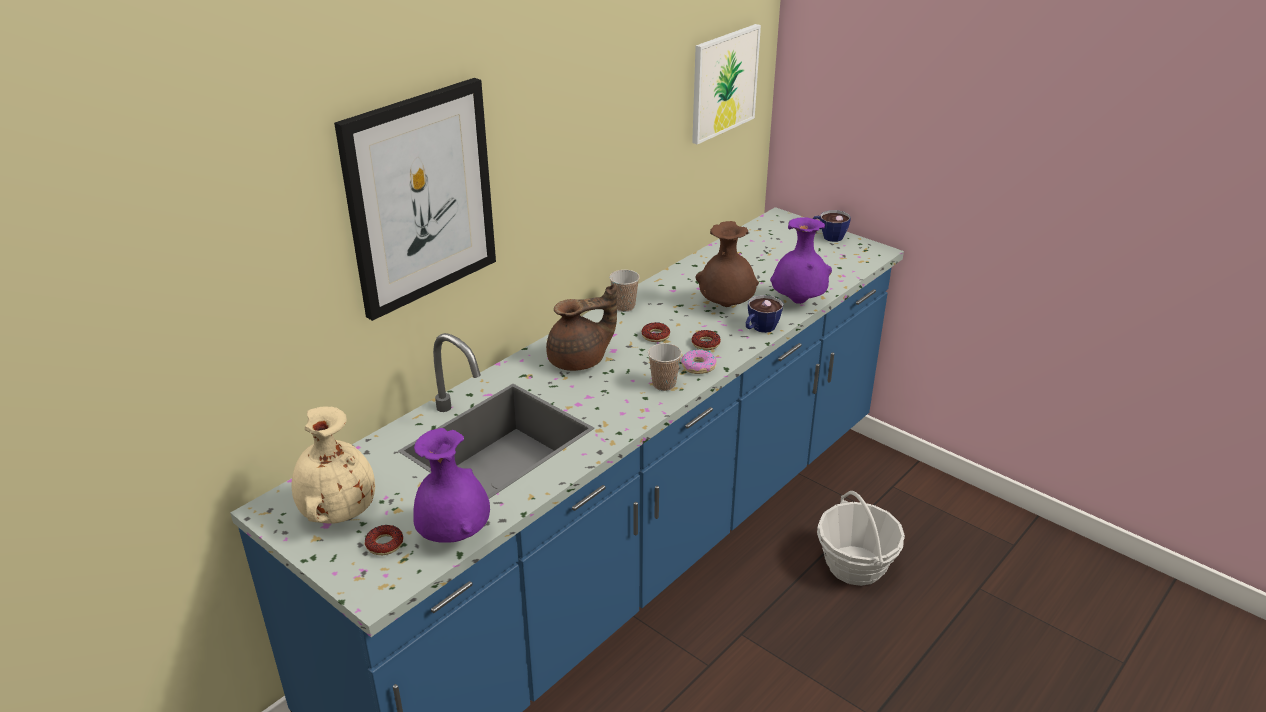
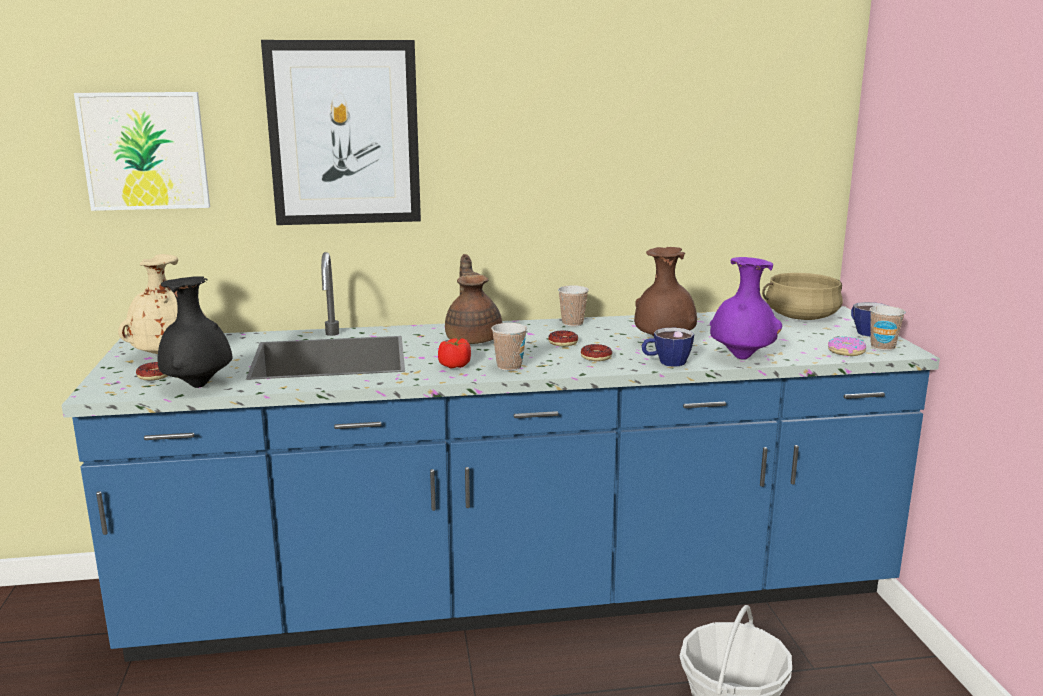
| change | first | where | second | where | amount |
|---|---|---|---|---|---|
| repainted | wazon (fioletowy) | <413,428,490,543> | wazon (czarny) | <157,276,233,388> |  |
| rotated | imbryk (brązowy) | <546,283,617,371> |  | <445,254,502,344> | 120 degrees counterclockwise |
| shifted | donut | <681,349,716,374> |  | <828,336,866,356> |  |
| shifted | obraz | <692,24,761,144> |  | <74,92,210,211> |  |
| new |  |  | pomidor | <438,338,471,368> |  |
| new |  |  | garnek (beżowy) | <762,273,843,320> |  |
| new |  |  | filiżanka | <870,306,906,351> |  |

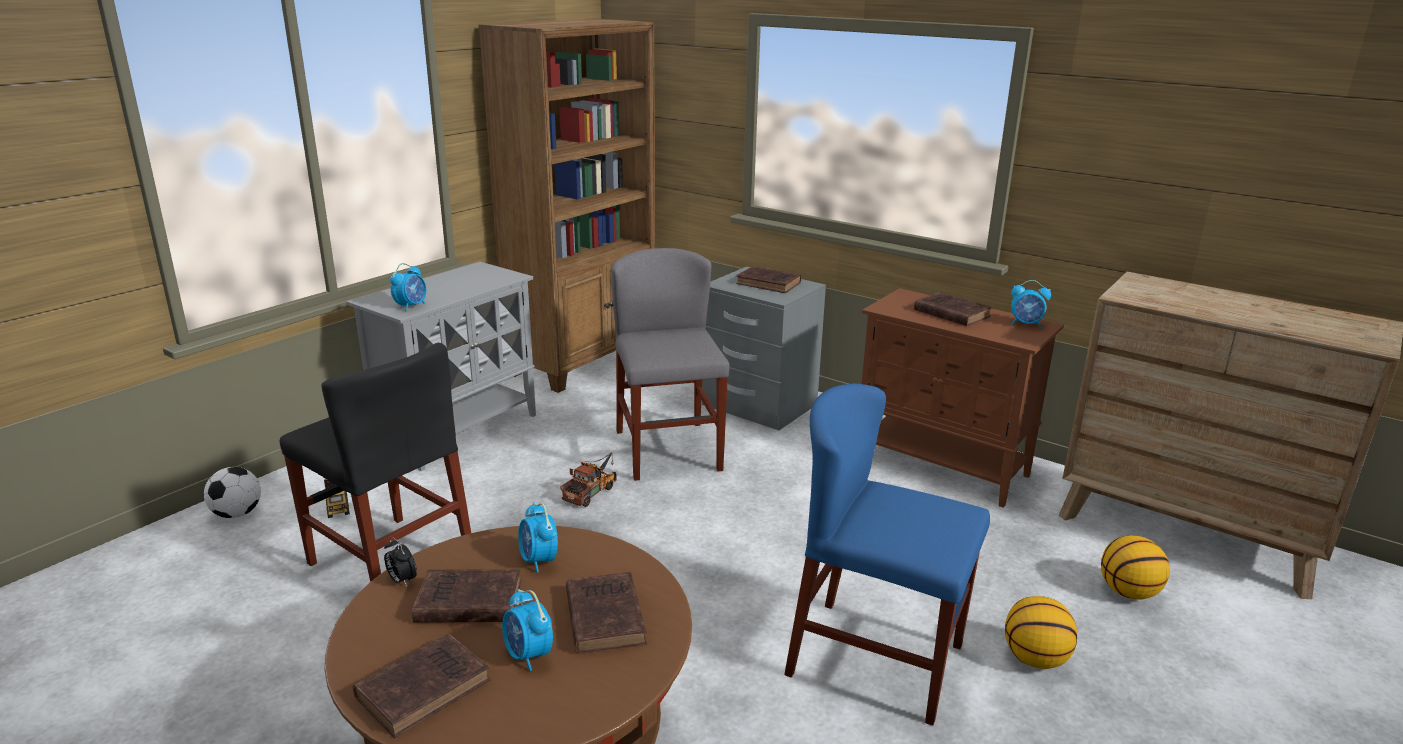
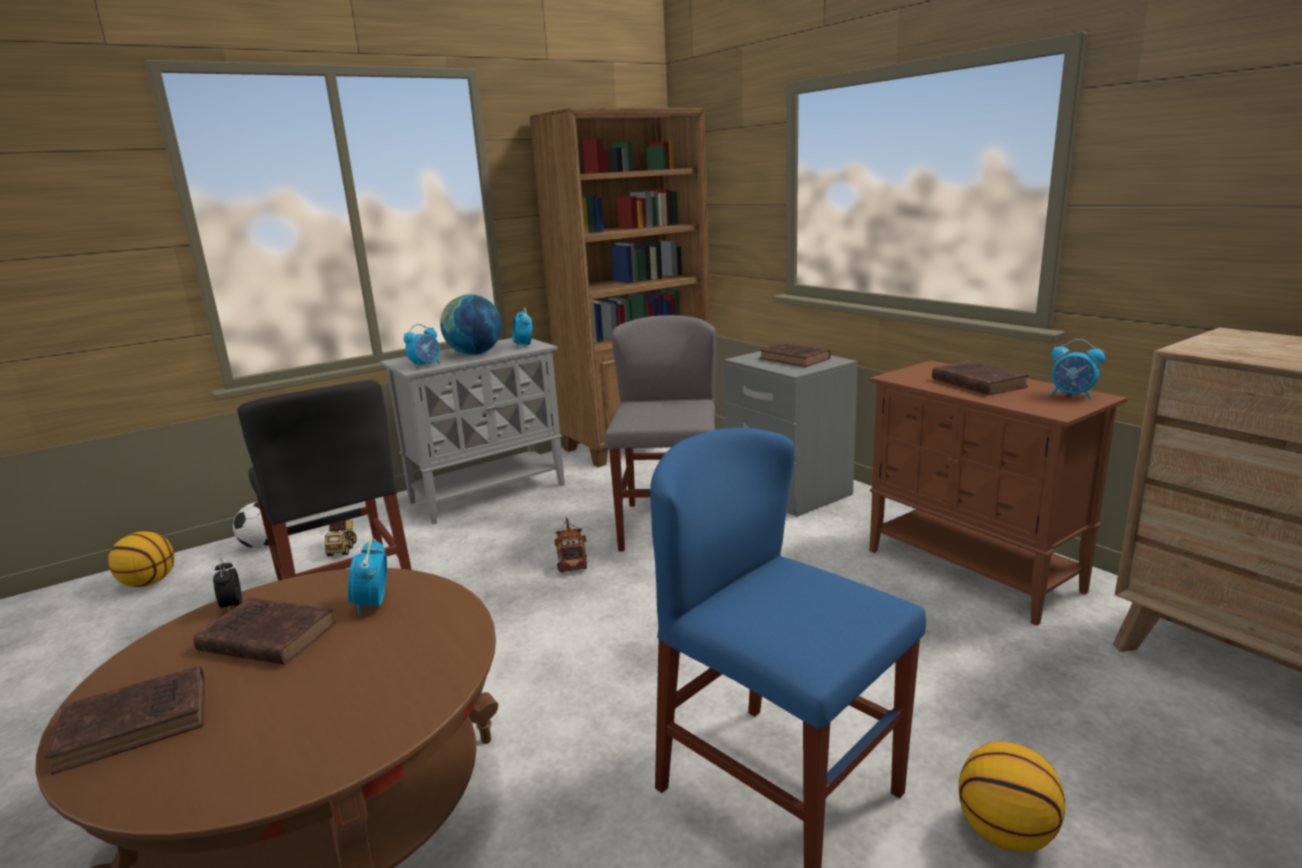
| change | first | where | second | where | amount |
|---|---|---|---|---|---|
| shifted | budzik | <502,589,553,671> |  | <512,307,532,349> |  |
| rotated | ciężarówka zabawkowa | <560,452,617,507> |  | <554,516,587,573> | 60 degrees counterclockwise |
| gone | książka (brązowy) | <566,572,647,654> |  |  |  |
| shifted | piłka do koszykówki | <1101,535,1170,600> |  | <108,531,175,587> |  |
| new |  |  | globus | <440,294,502,355> |  |

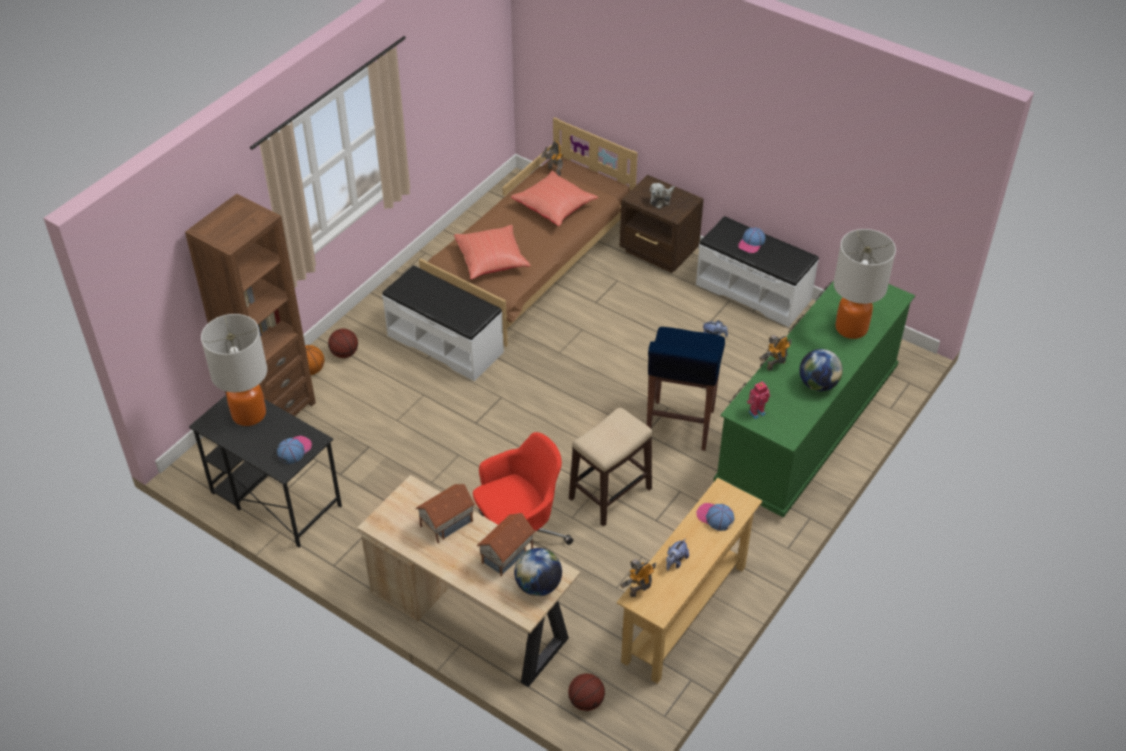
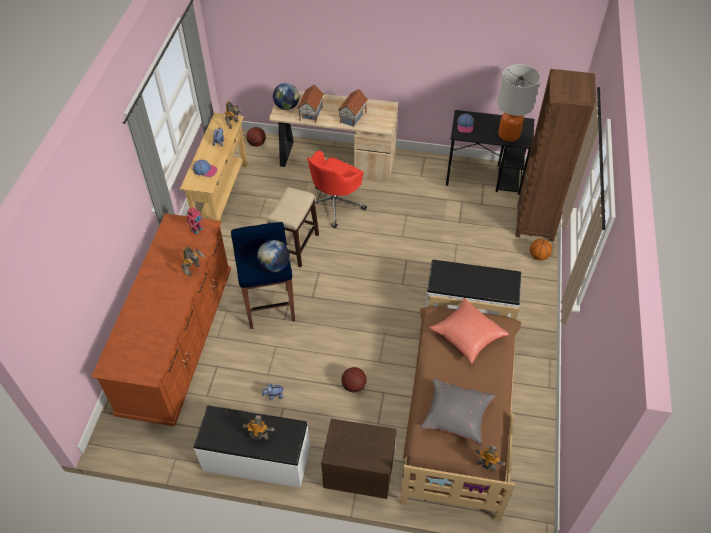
| change | first | where | second | where | amount |
|---|---|---|---|---|---|
| shifted | piłka do koszykówki | <328,329,358,358> |  | <342,367,367,393> |  |
| repainted | poduszka (czerwony) | <511,171,598,226> | poduszka (szary) | <420,378,495,445> |  |
| gone | pluszak | <650,183,675,209> |  |  |  |
| repainted | komoda (zielony) | <714,281,915,518> | komoda (brązowy) | <91,213,231,426> |  |
| swapped | czapka z daszkiem | <738,227,766,253> | robot zabawkowy | <243,415,274,440> |  |
| shifted | globus | <799,349,843,391> |  | <257,240,290,272> |  |
| gone | lampa stołowa | <834,229,896,339> |  |  |  |

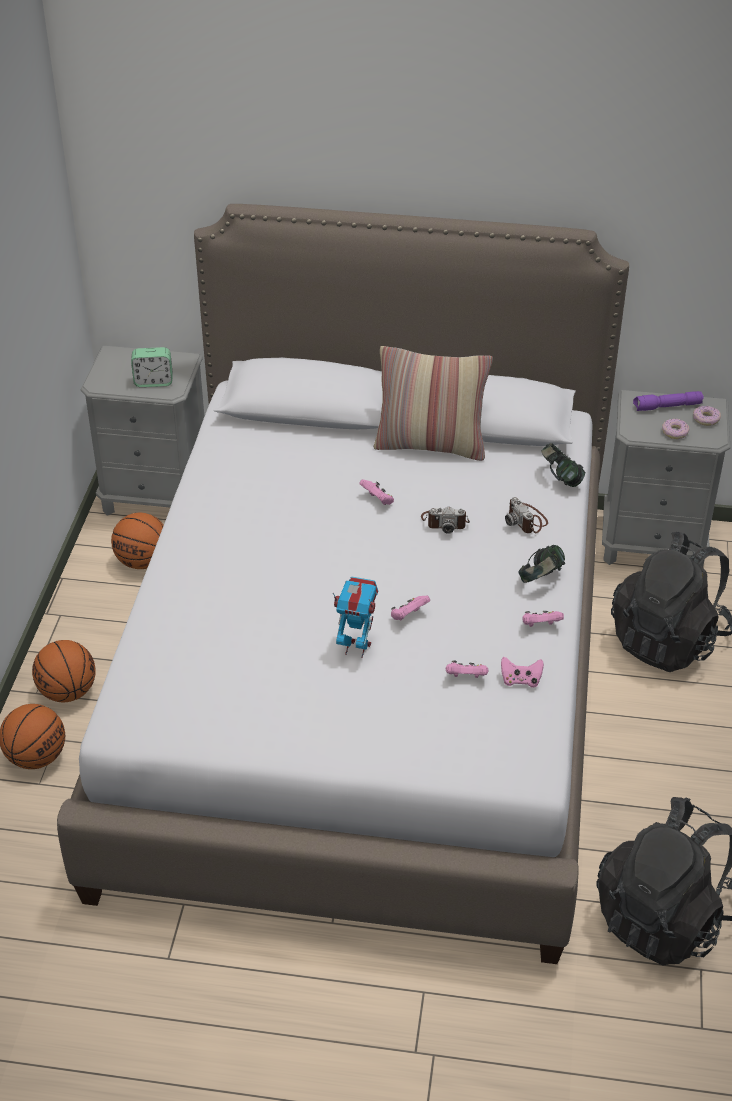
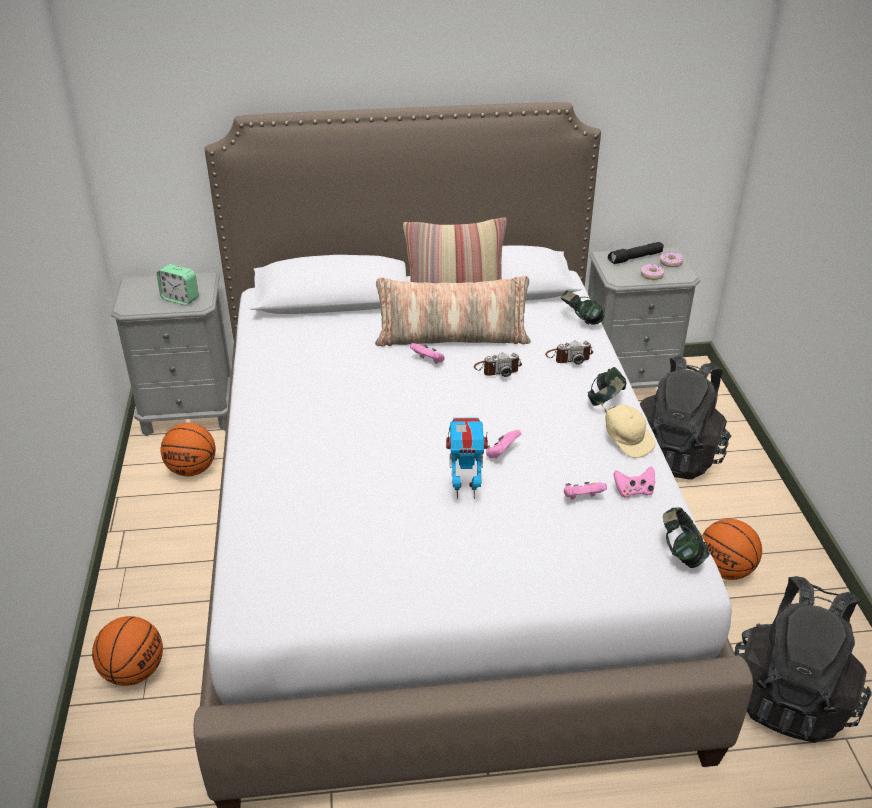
| change | first | where | second | where | amount |
|---|---|---|---|---|---|
| shifted | piłka do koszykówki | <32,640,96,702> |  | <702,519,762,580> |  |
| rotated | budzik | <131,347,172,387> |  | <157,264,199,305> | 45 degrees clockwise |
| rotated | aparat fotograficzny | <505,497,548,533> |  | <545,341,593,365> | 60 degrees counterclockwise |
| swapped | pad do gier (różowy) | <522,611,564,627> | czapka z daszkiem (beżowy) | <600,402,655,458> |  |
| repainted | latarka (fioletowy) | <633,391,704,411> | latarka (czarny) | <608,242,664,264> |  |
| new |  |  | poduszka | <375,276,531,346> |  |
| new |  |  | słuchawki | <663,507,710,568> |  |

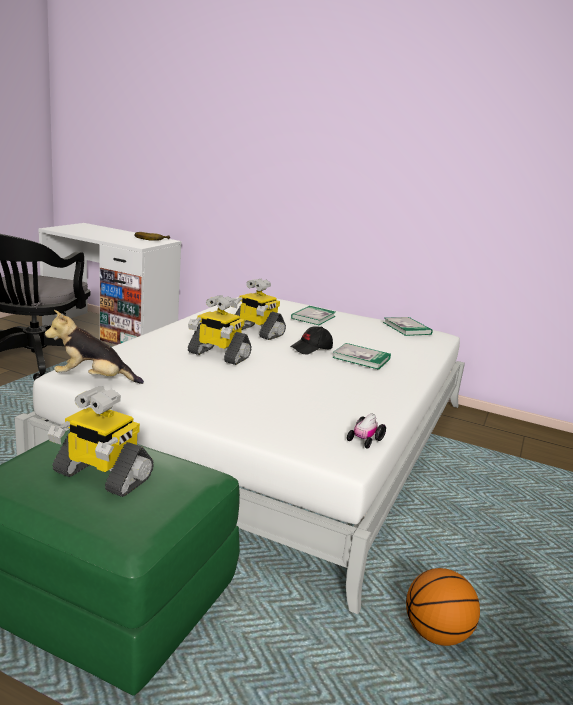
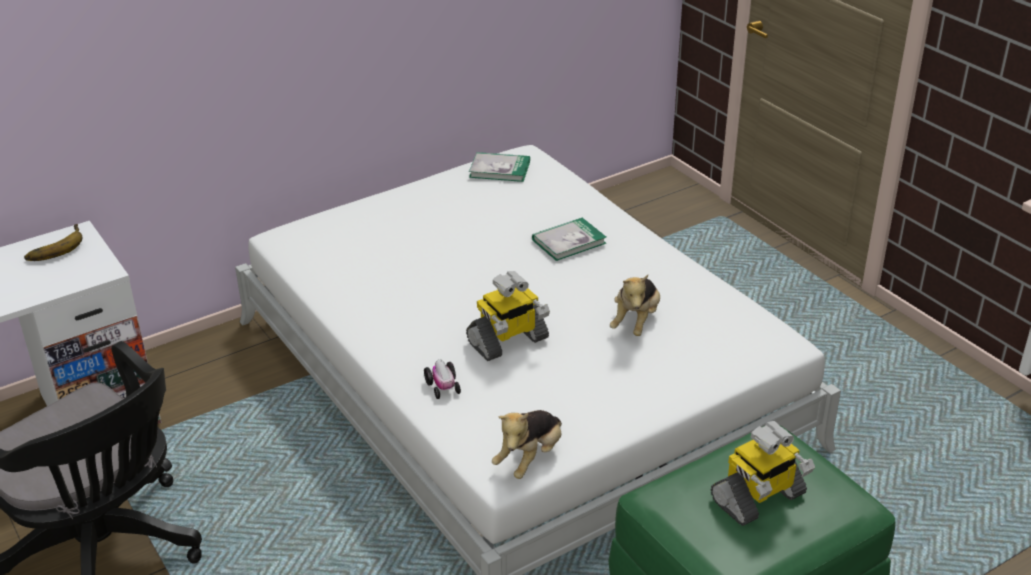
| change | first | where | second | where | amount |
|---|---|---|---|---|---|
| gone | robot zabawkowy | <231,279,286,340> |  |  |  |
| gone | czapka z daszkiem (czarny) | <290,326,333,355> |  |  |  |
| gone | książka | <291,306,335,325> |  |  |  |
| shifted | samochodzik | <347,414,386,449> |  | <424,360,461,399> |  |
| gone | piłka do koszykówki | <406,568,480,646> |  |  |  |
| new |  |  | pluszak | <610,275,660,336> |  |

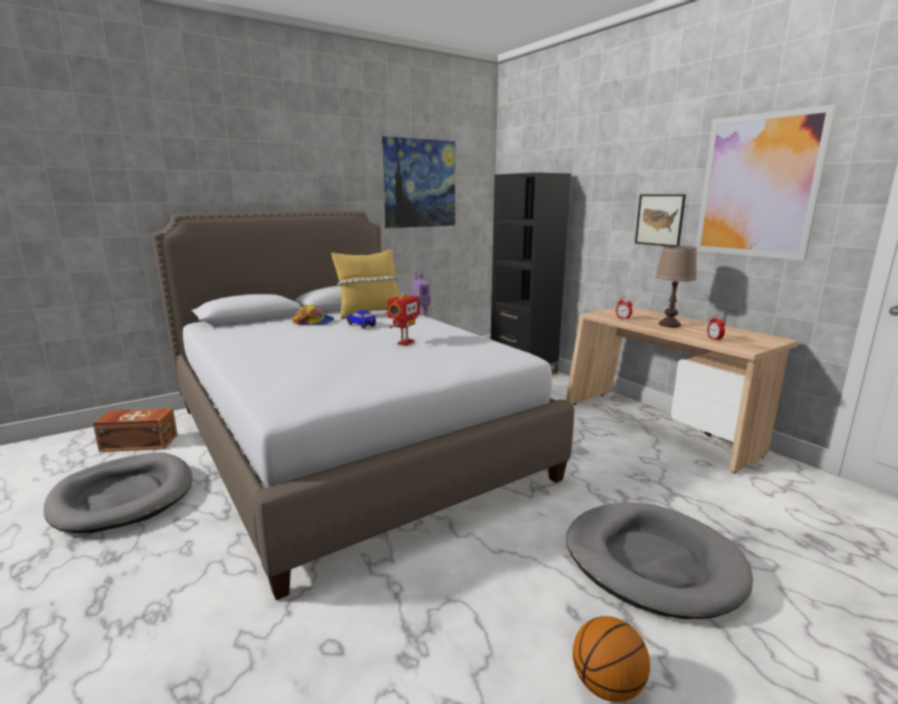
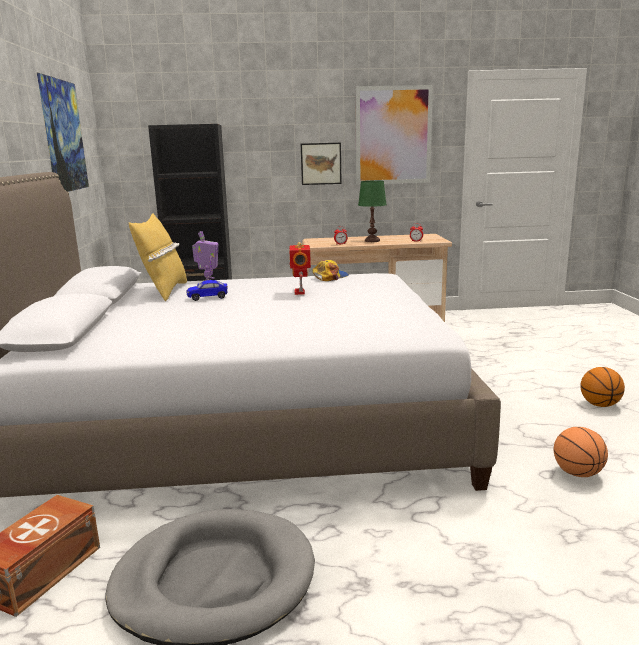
| change | first | where | second | where | amount |
|---|---|---|---|---|---|
| shifted | czapka z daszkiem | <292,305,334,326> |  | <312,260,349,281> |  |
| rotated | robot zabawkowy | <387,293,420,346> |  | <289,242,311,295> | 150 degrees counterclockwise |
| gone | legowisko (szary) | <566,502,753,619> |  |  |  |
| repainted | lampa stołowa (brązowy) | <655,246,697,328> | lampa stołowa (zielony) | <358,180,387,242> |  |
| new |  |  | piłka do koszykówki | <553,427,608,477> |  |

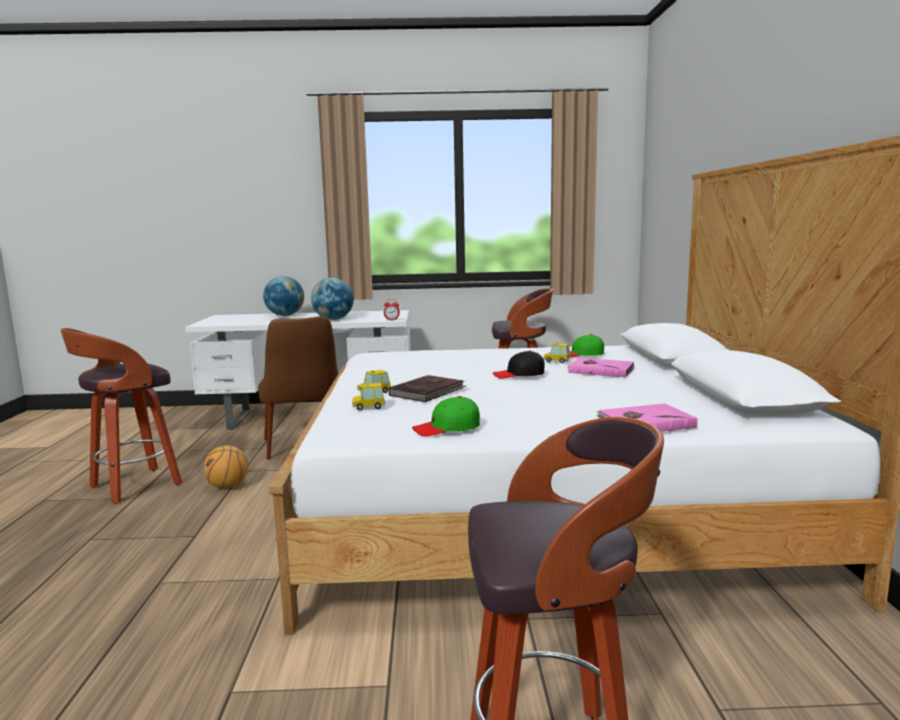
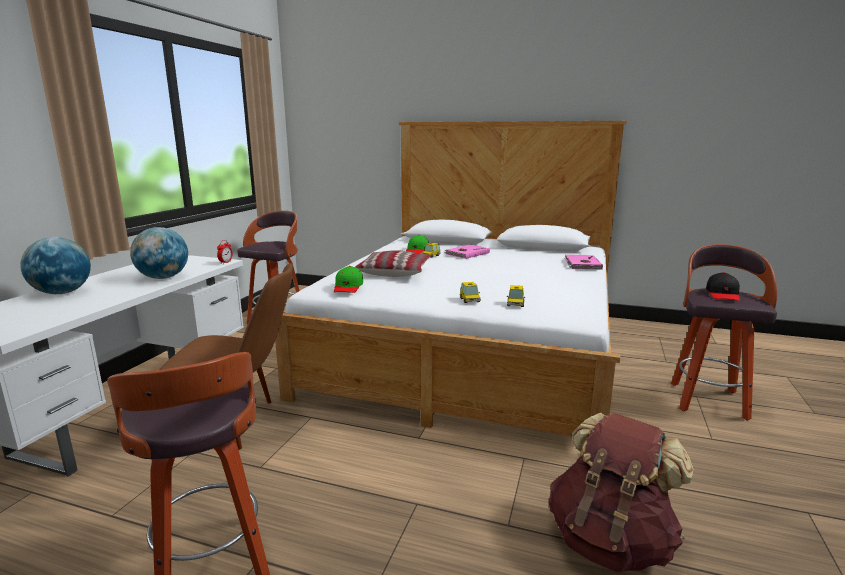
| change | first | where | second | where | amount |
|---|---|---|---|---|---|
| gone | piłka do koszykówki | <203,445,248,489> |  |  |  |
| gone | książka (brązowy) | <389,375,466,402> |  |  |  |
| shifted | czapka z daszkiem (zielony) | <412,396,480,436> |  | <334,266,363,293> |  |
| shifted | czapka z daszkiem (czarny) | <493,351,545,378> |  | <706,272,740,301> |  |
| new |  |  | poduszka | <355,250,431,277> |  |
| new |  |  | plecak (brązowy) | <549,413,693,573> |  |

